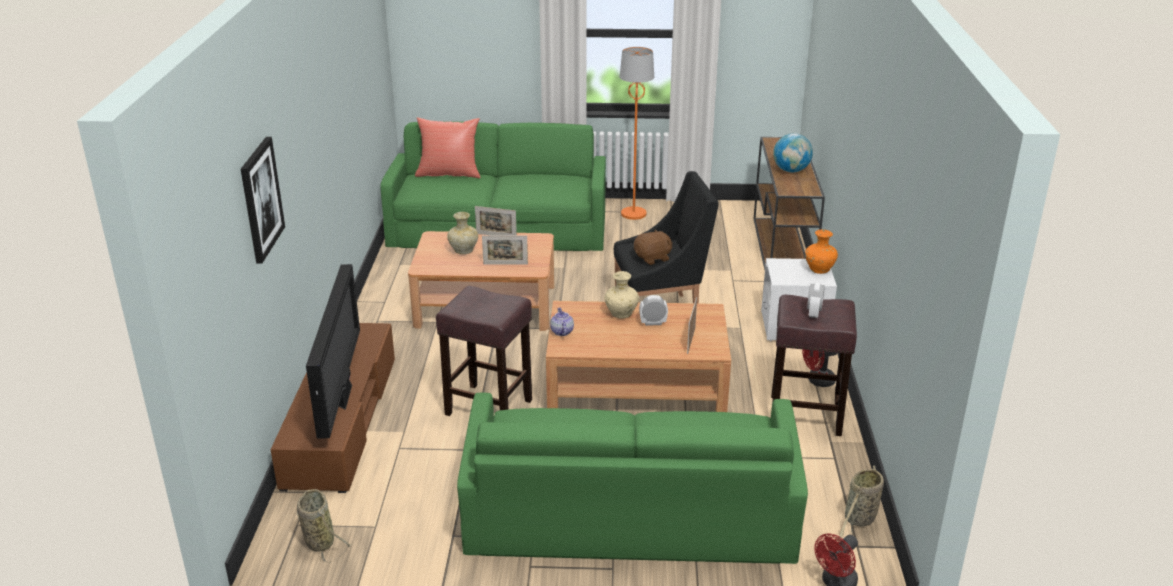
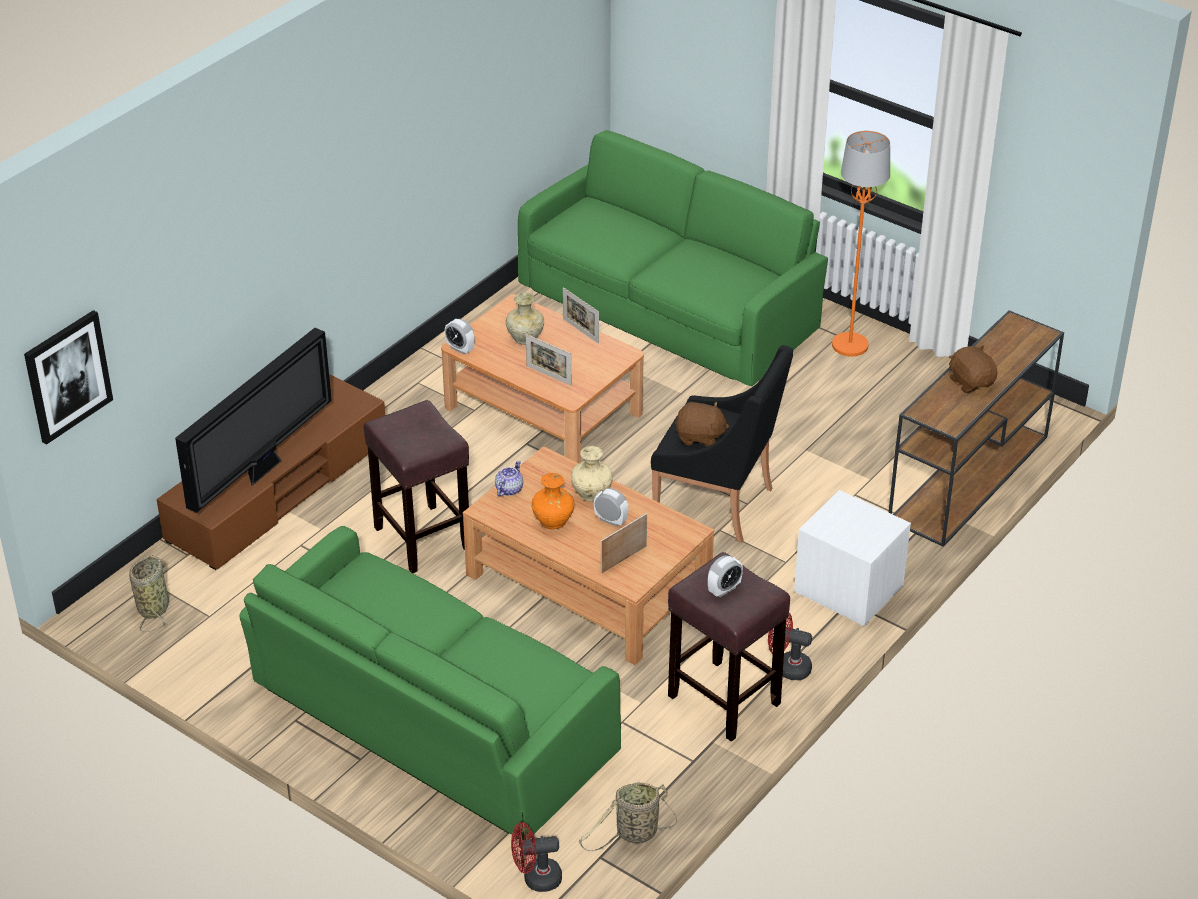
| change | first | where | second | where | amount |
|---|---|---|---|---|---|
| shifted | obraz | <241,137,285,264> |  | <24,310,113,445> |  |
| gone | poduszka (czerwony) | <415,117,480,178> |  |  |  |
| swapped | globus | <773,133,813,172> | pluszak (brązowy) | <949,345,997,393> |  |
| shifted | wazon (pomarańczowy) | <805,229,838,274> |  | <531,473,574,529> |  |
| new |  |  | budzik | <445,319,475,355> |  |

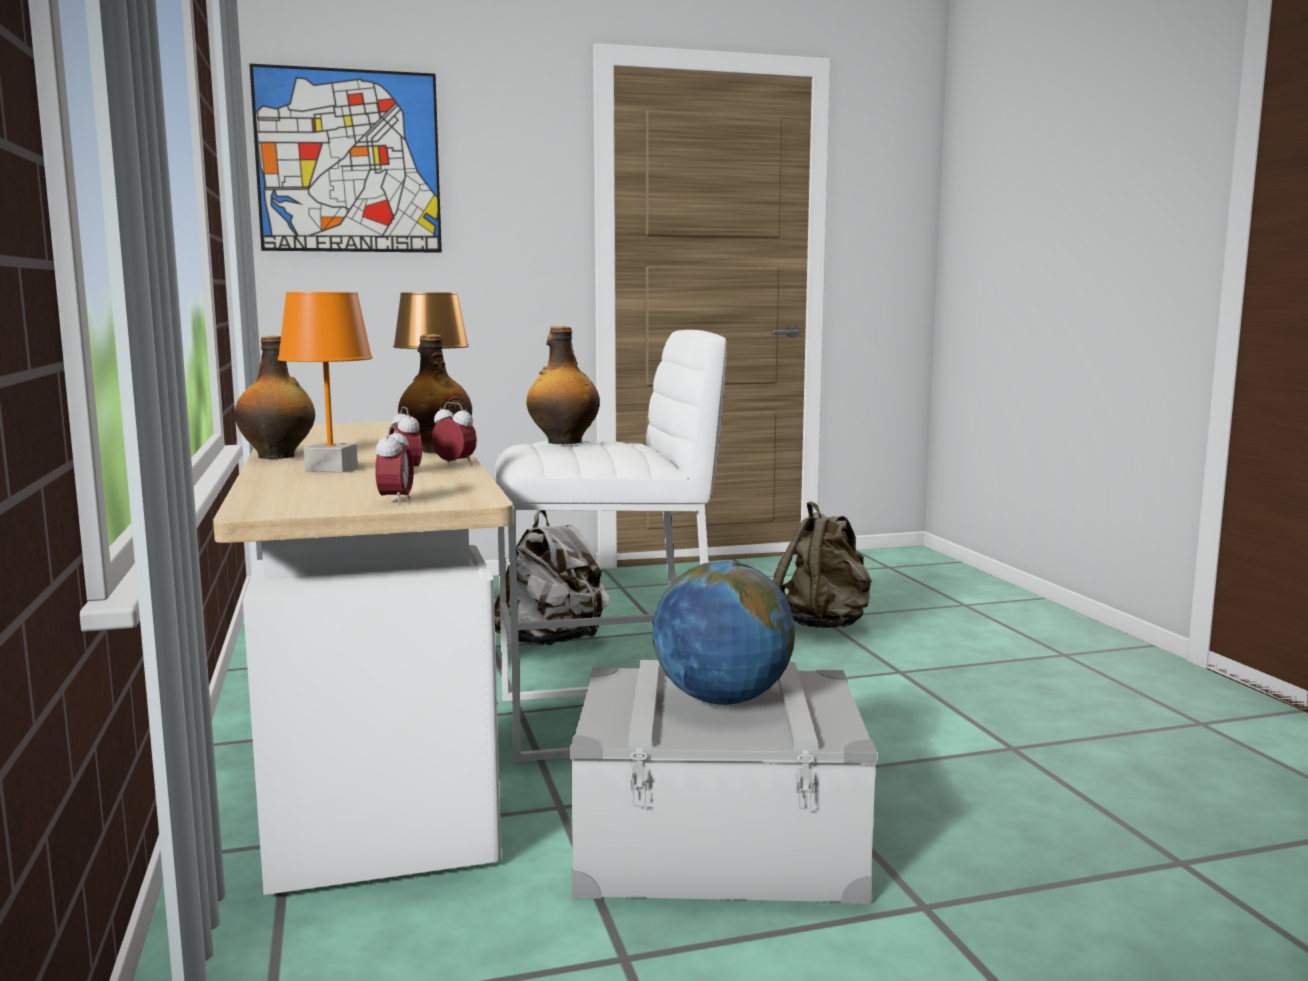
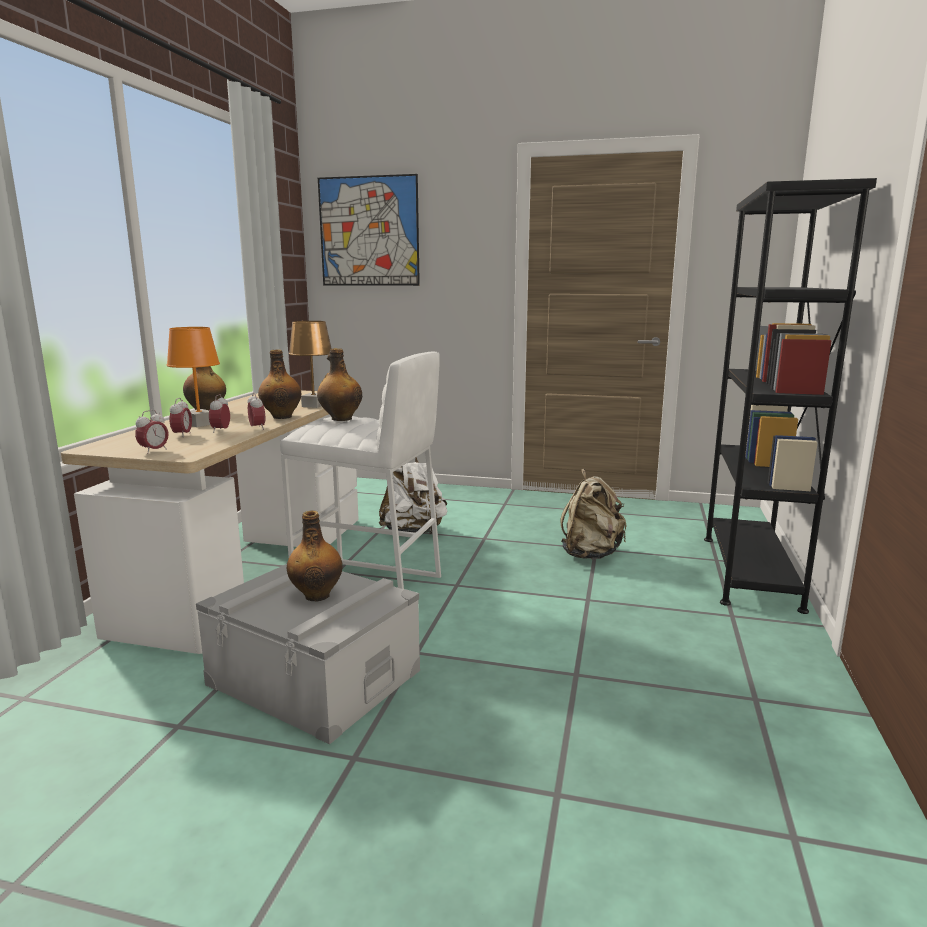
| change | first | where | second | where | amount |
|---|---|---|---|---|---|
| swapped | globus | <652,561,795,705> | butelka | <287,511,343,601> |  |
| new |  |  | budzik | <169,398,192,438> |  |
| new |  |  | regał (czarny) | <704,178,877,614> |  |

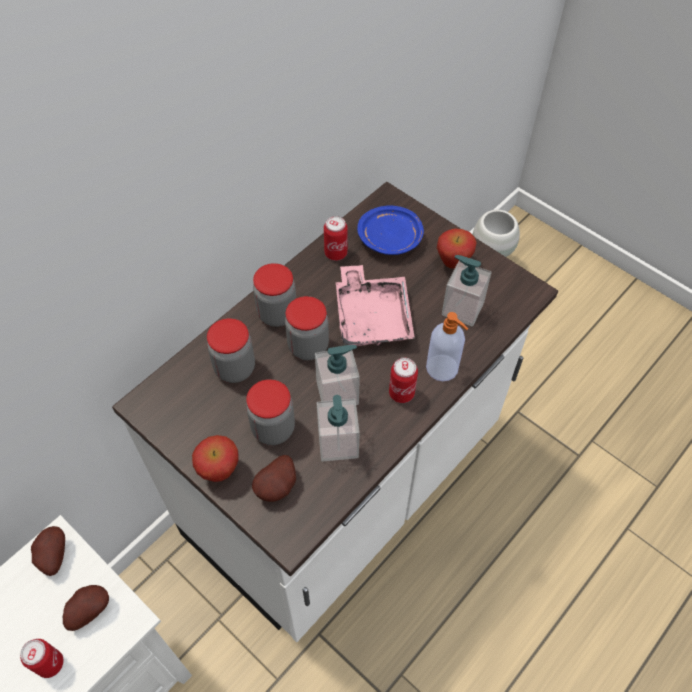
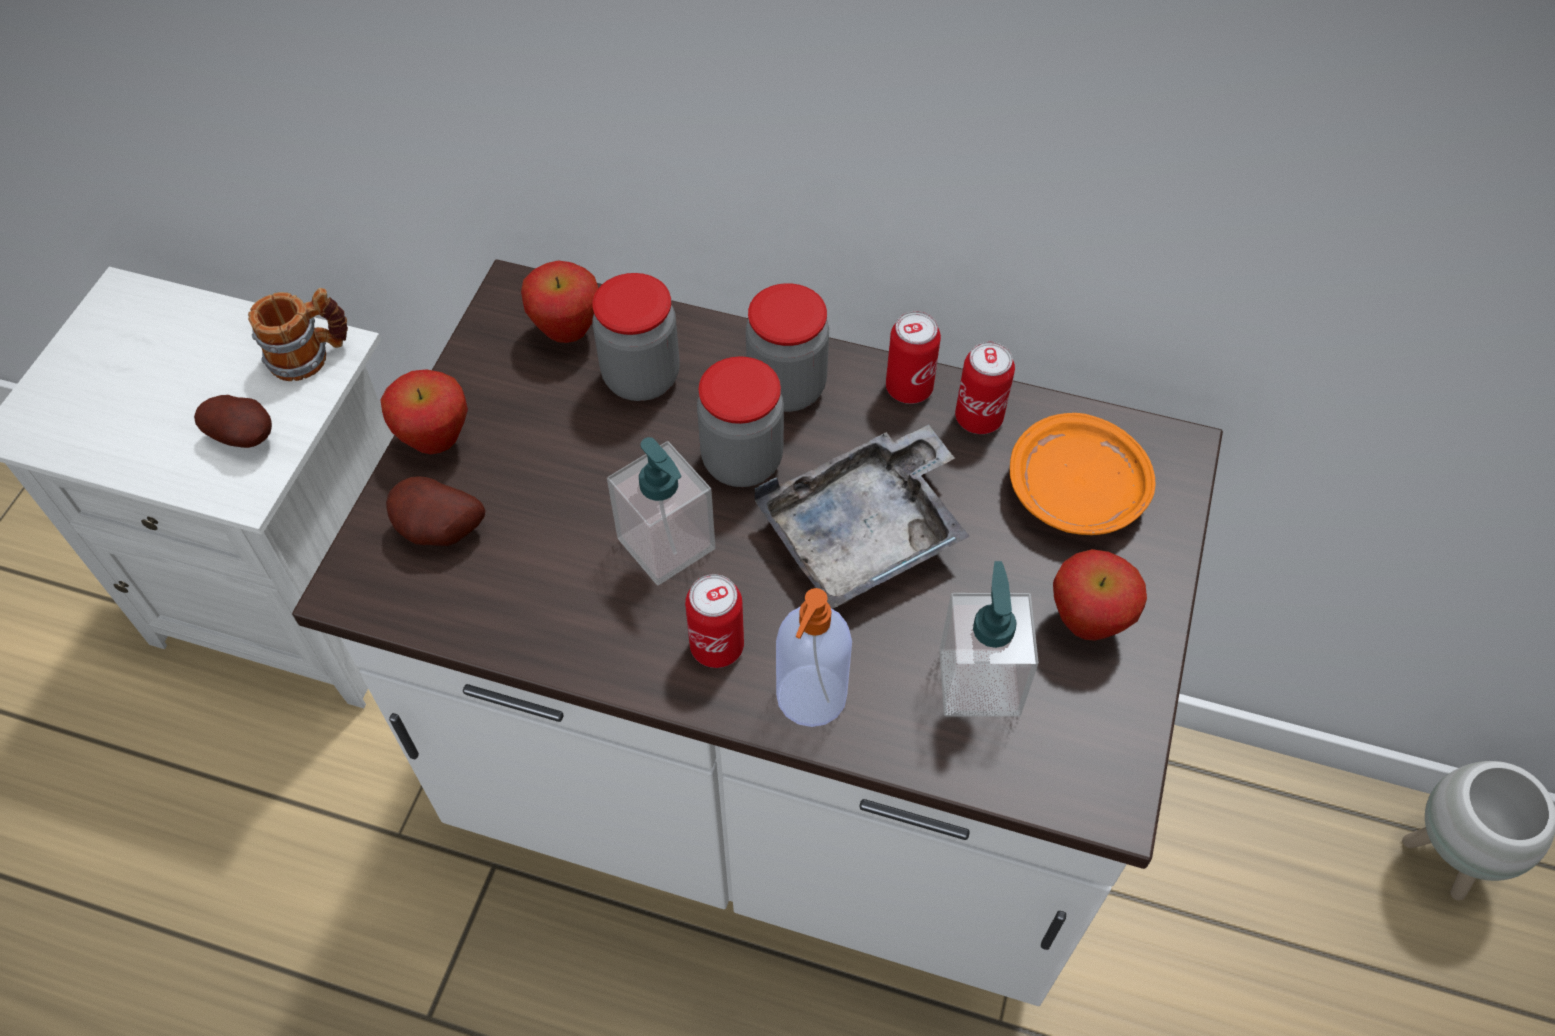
| change | first | where | second | where | amount |
|---|---|---|---|---|---|
| shifted | puszka | <20,639,64,678> |  | <886,311,941,404> |  |
| swapped | ziemniak | <31,526,65,576> | kubek | <248,288,348,381> |  |
| gone | słoik | <246,379,295,445> |  |  |  |
| gone | dozownik mydła | <317,395,360,462> |  |  |  |
| repainted | taca (różowy) | <336,265,415,346> | taca (szary) | <754,425,970,609> |  |
| repainted | talerz (niebieski) | <357,206,424,255> | talerz (pomarańczowy) | <1010,413,1155,535> |  |
| new |  |  | jabłko | <521,260,598,343> |  |

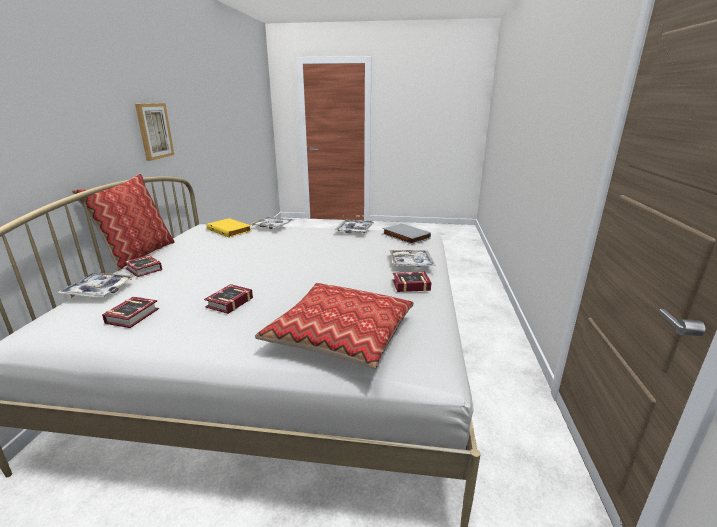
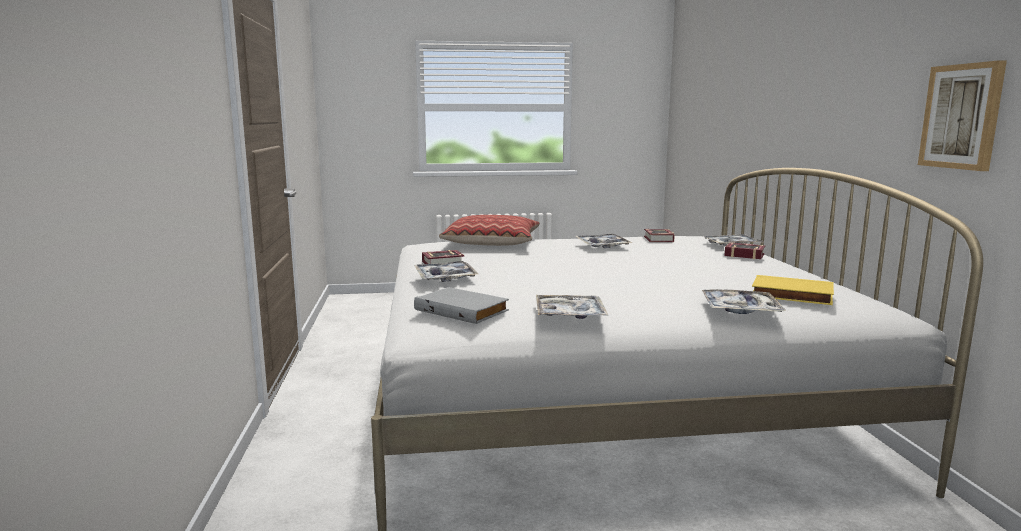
| change | first | where | second | where | amount |
|---|---|---|---|---|---|
| gone | poduszka | <72,174,175,271> |  |  |  |
| swapped | książka | <204,284,253,314> | taca | <575,234,632,248> |  |

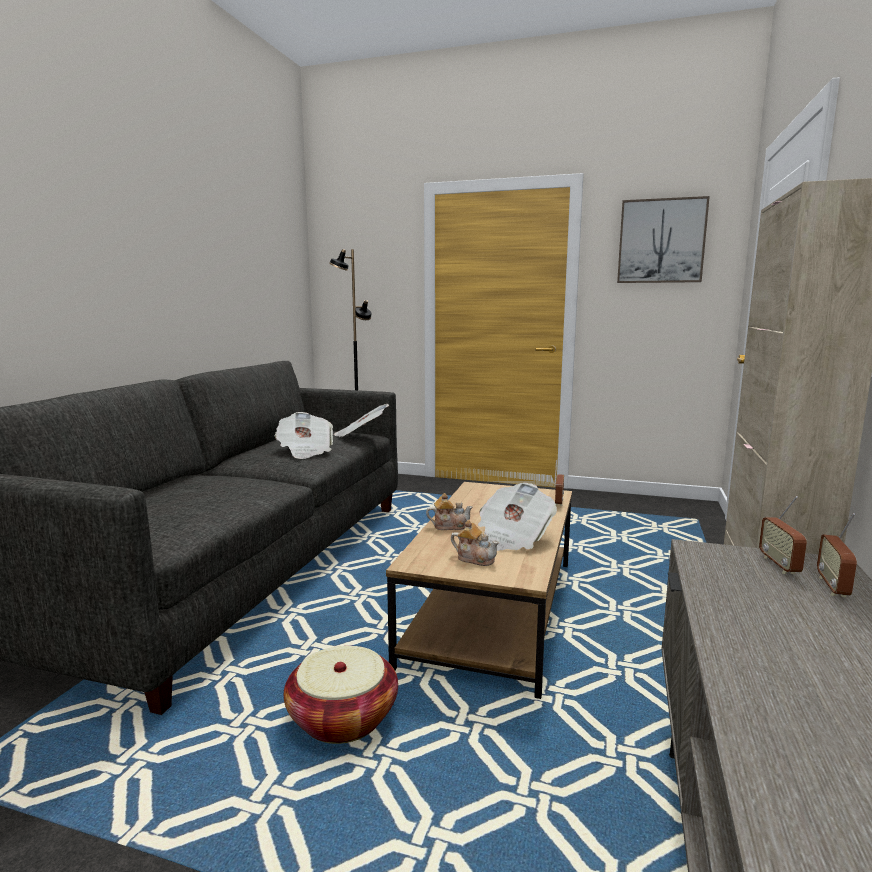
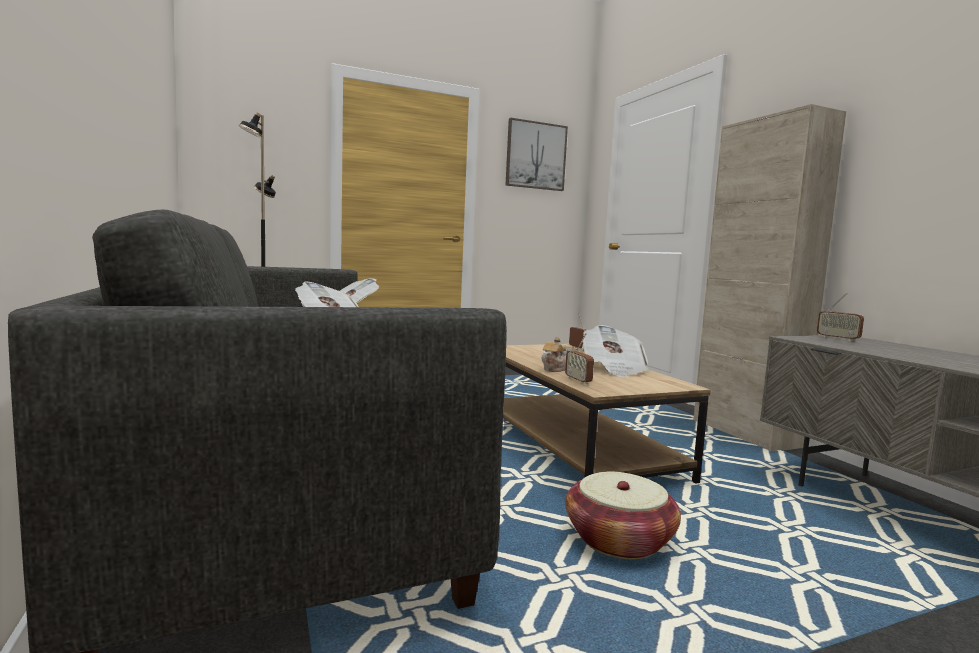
| change | first | where | second | where | amount |
|---|---|---|---|---|---|
| gone | imbryk | <451,520,499,566> |  |  |  |
| shifted | radio | <817,513,857,597> |  | <565,333,594,384> |  |

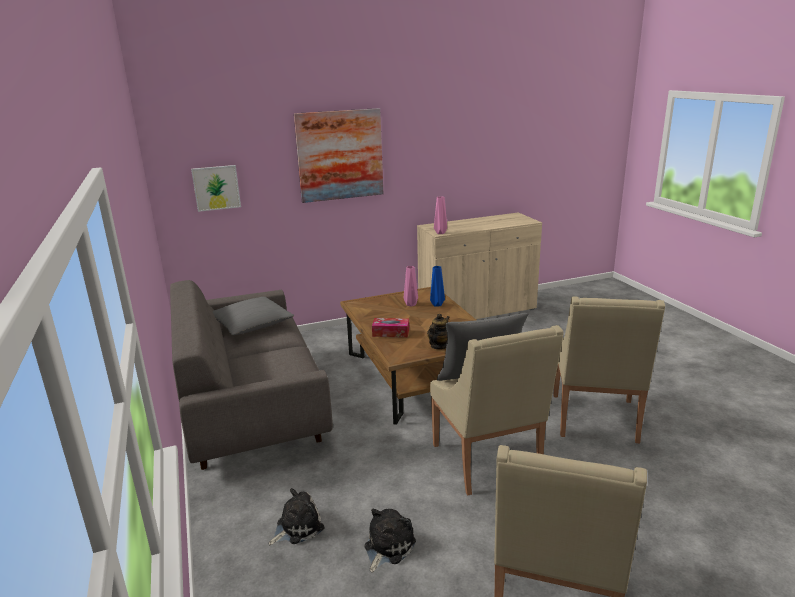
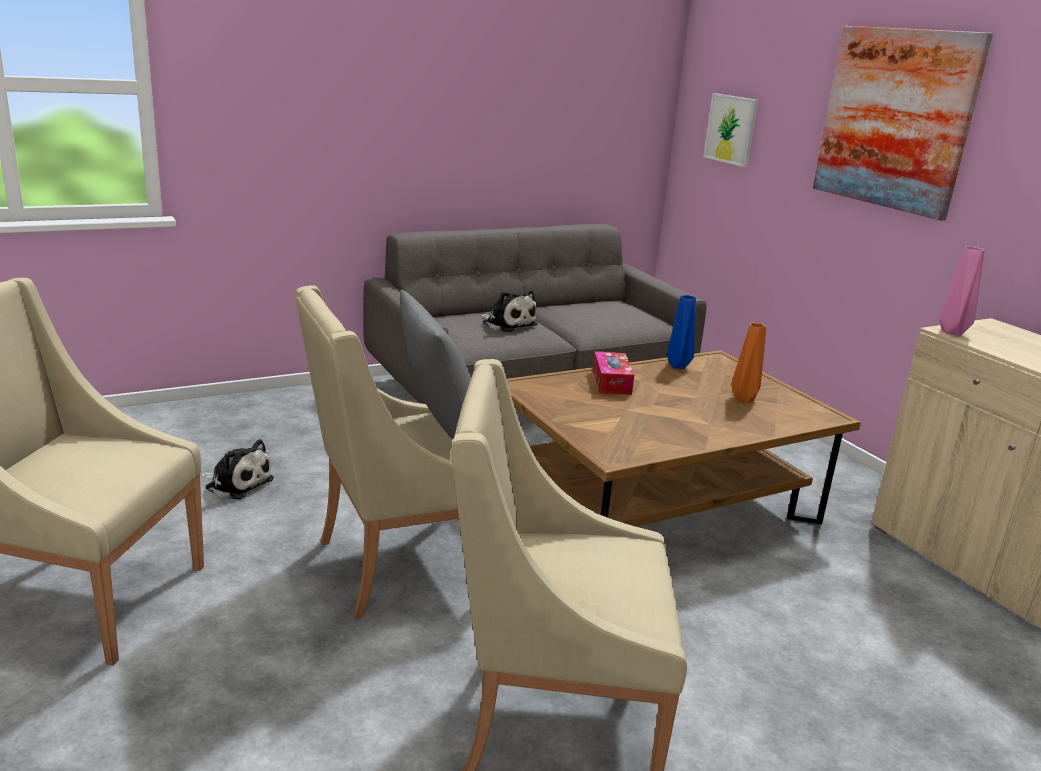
| change | first | where | second | where | amount |
|---|---|---|---|---|---|
| gone | poduszka (szary) | <213,297,294,335> |  |  |  |
| shifted | pluszak | <269,488,324,545> |  | <481,290,538,333> |  |
| repainted | wazon (różowy) | <404,266,418,307> | wazon (pomarańczowy) | <731,323,766,403> |  |
| gone | imbryk | <427,314,450,349> |  |  |  |
| shifted | wazon (niebieski) | <430,266,445,307> |  | <667,295,696,369> |  |

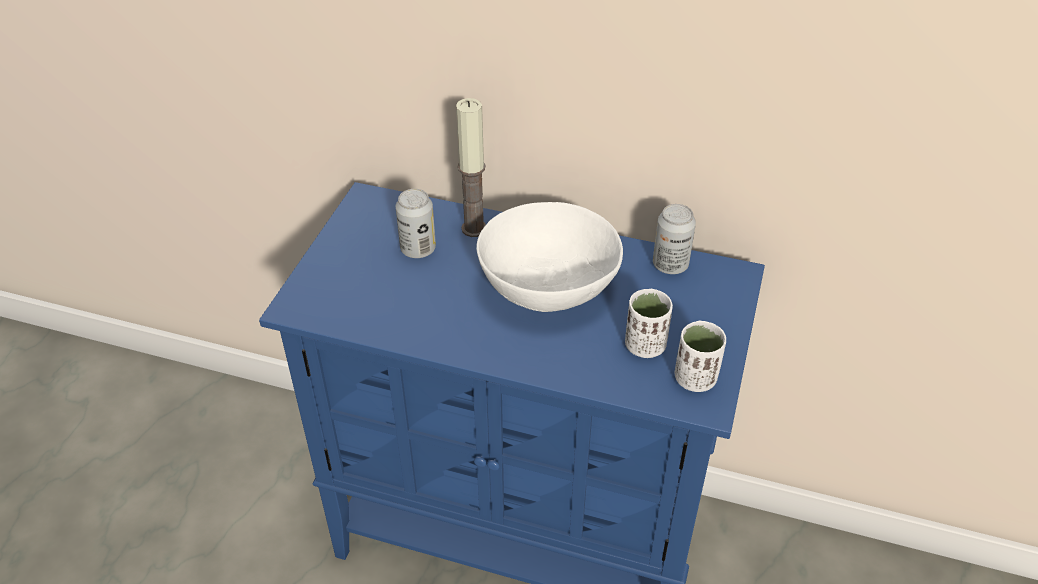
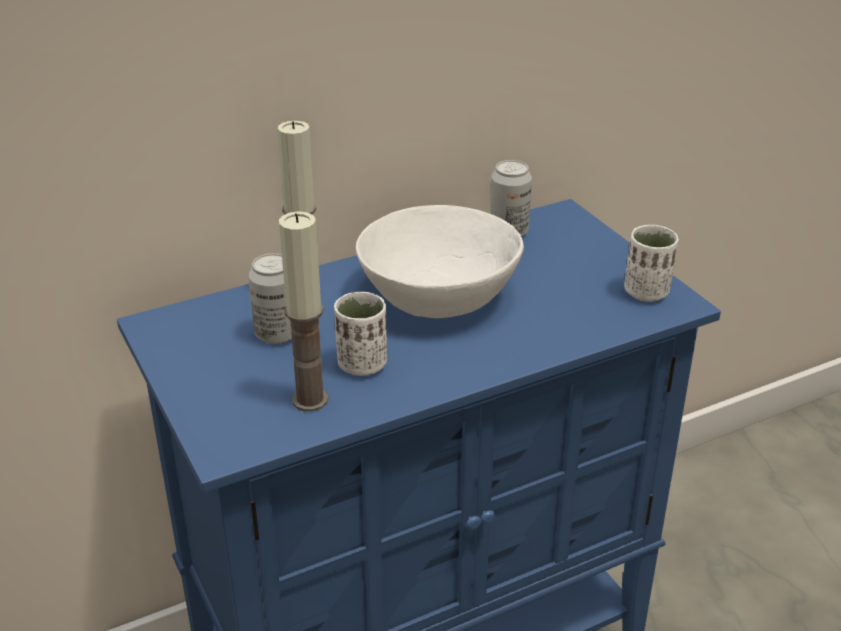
| change | first | where | second | where | amount |
|---|---|---|---|---|---|
| shifted | filiżanka (biały) | <625,289,673,358> |  | <334,292,387,376> |  |
| new |  |  | świeca | <279,211,328,411> |  |

